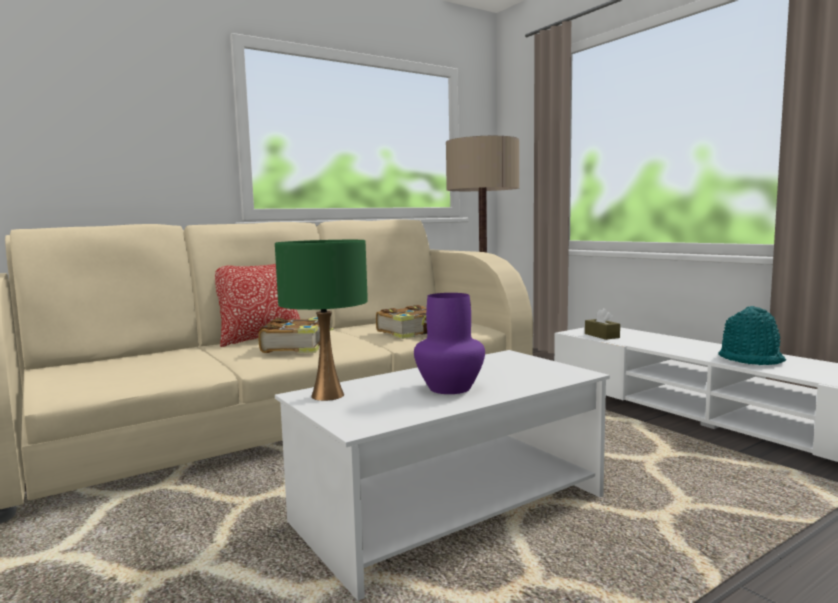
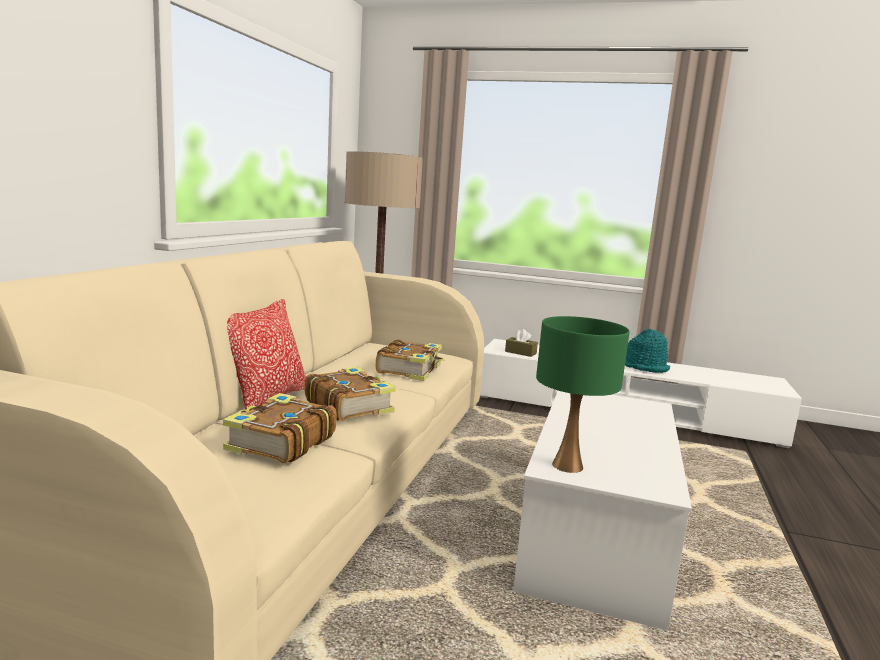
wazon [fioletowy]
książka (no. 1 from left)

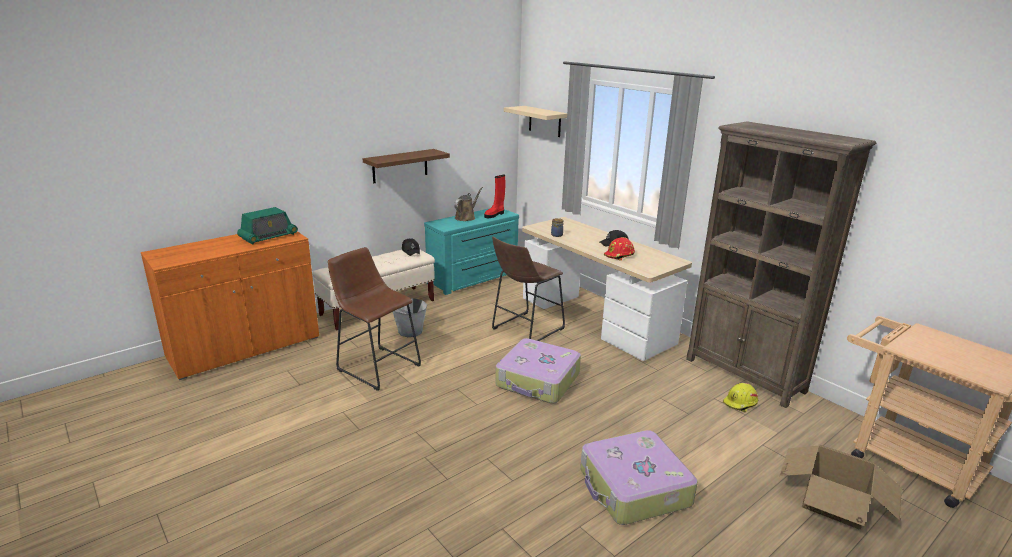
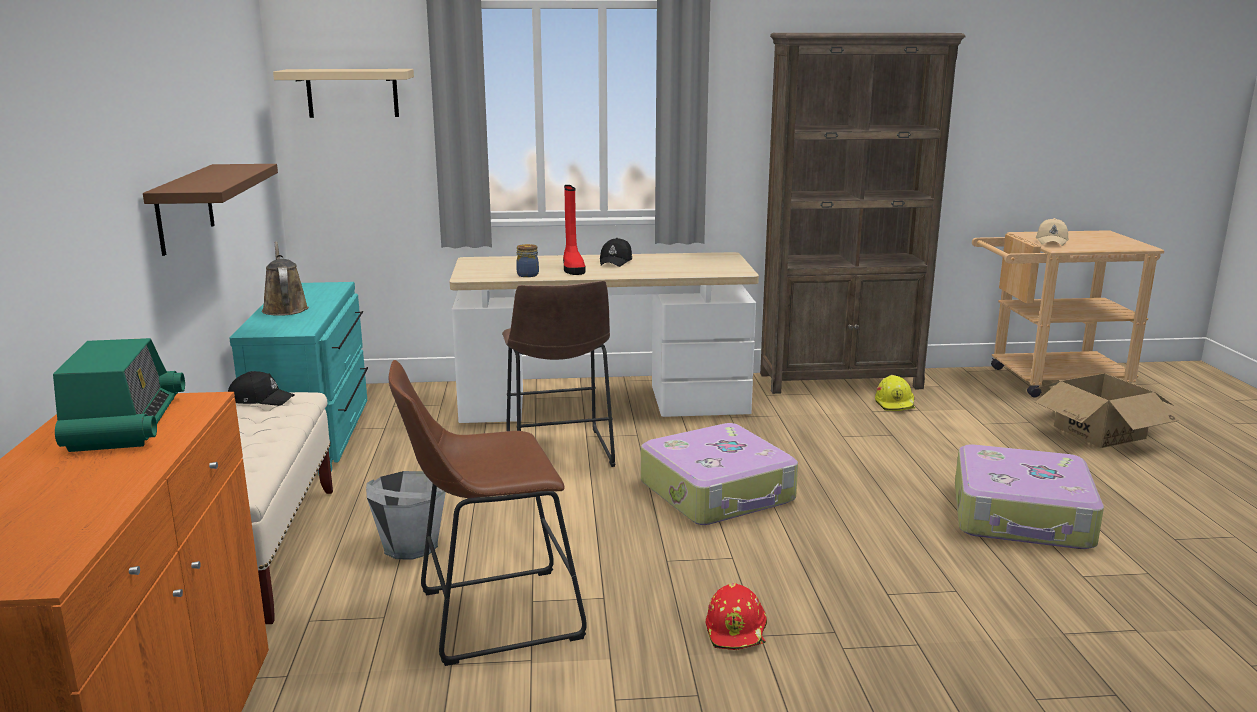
but z cholewką [czerwony]
kask [czerwony]
czapka z daszkiem [beżowy]

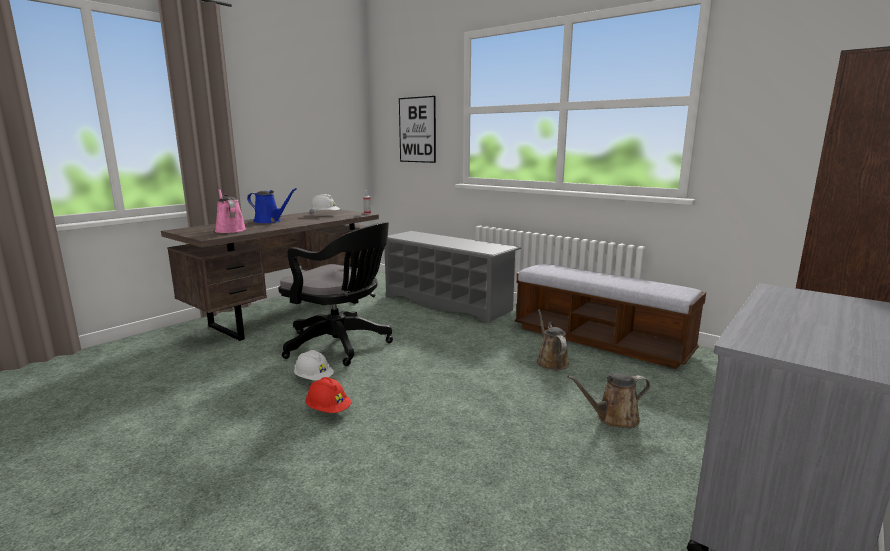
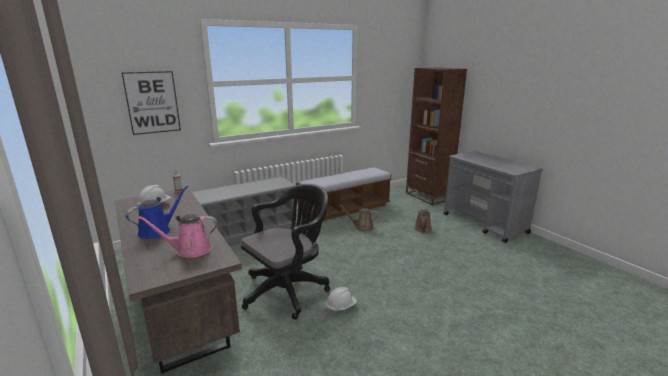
kask [czerwony]

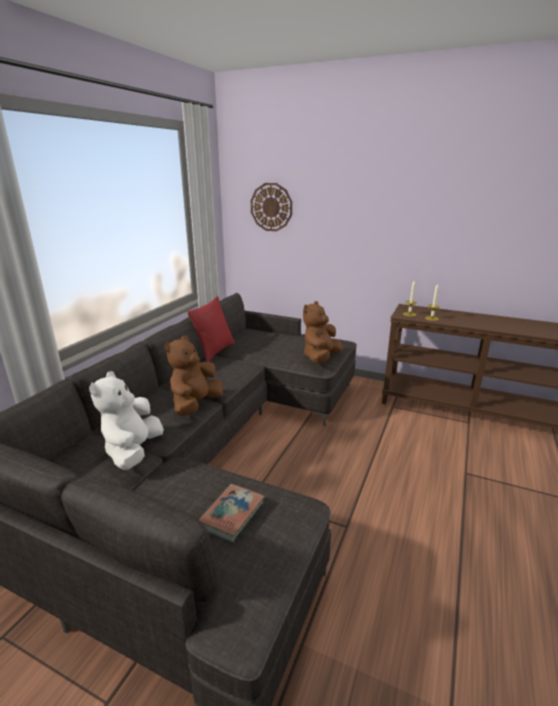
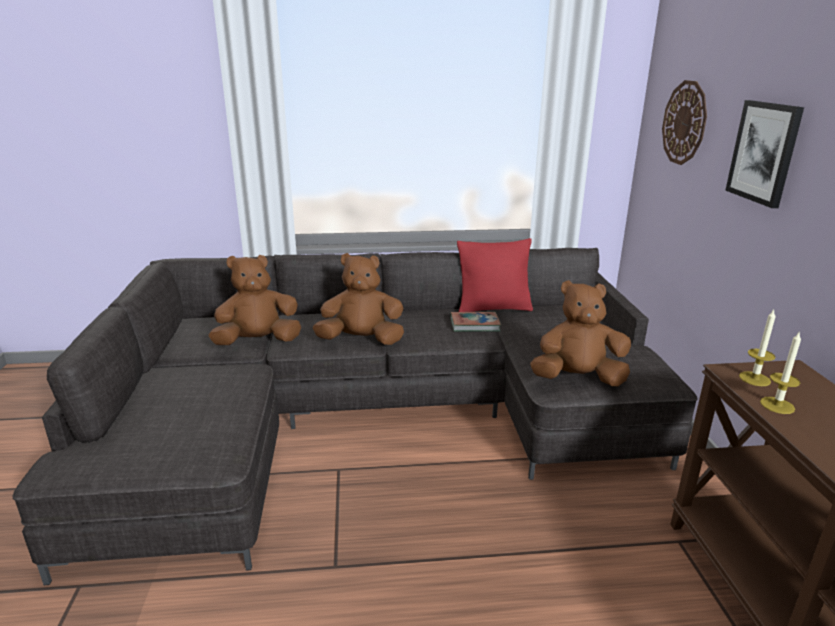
pluszak [brązowy] (no. 1 from left)
książka
obraz

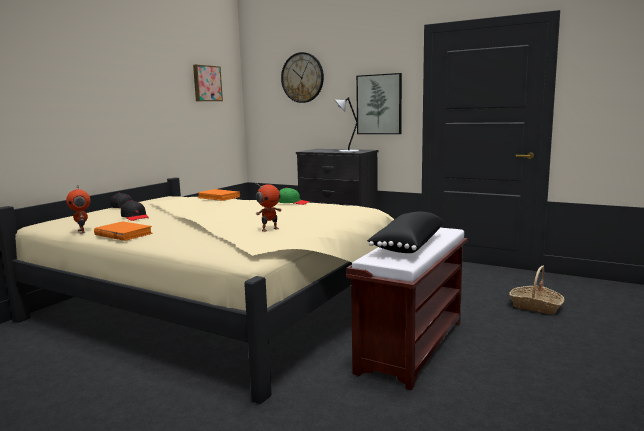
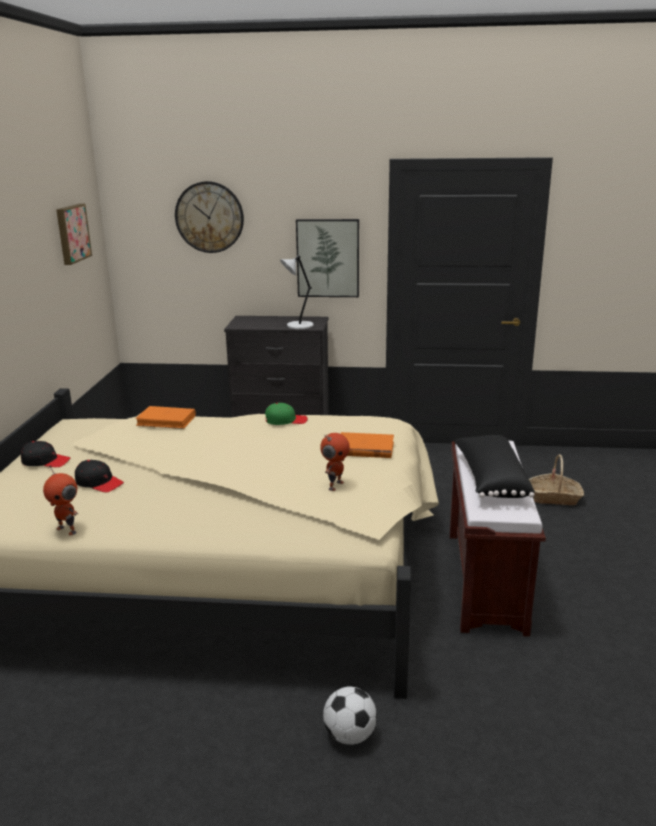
książka [pomarańczowy] (no. 2 from left)
piłka futbolowa

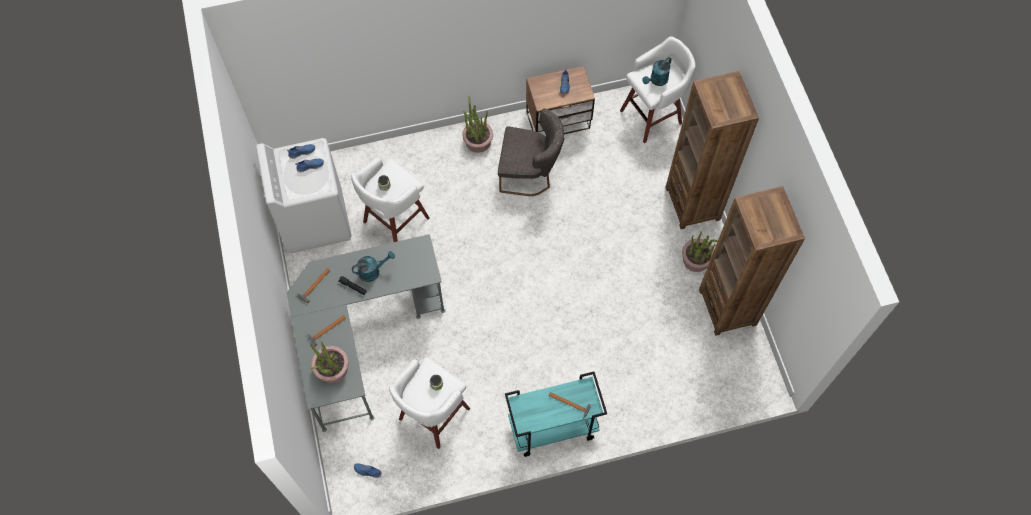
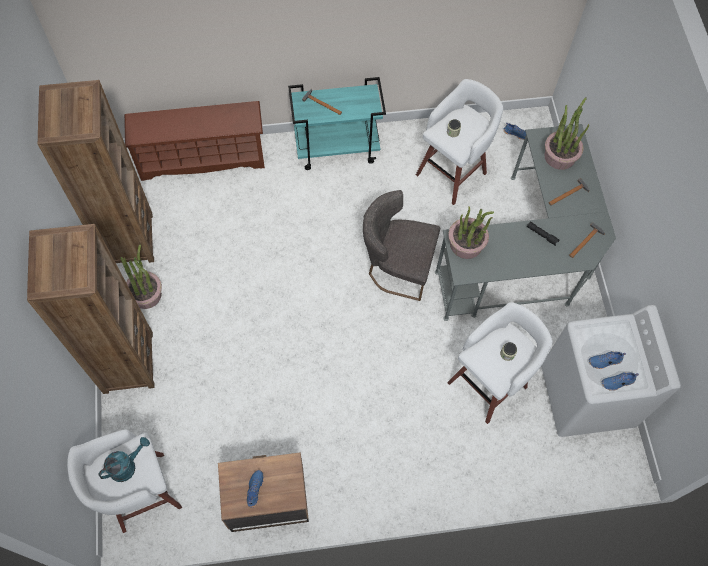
konewka [turkusowy] (no. 1 from left in the first image)
roślina doniczkowa (no. 2 from left)
krzesło [szary]
regał na buty [brązowy]

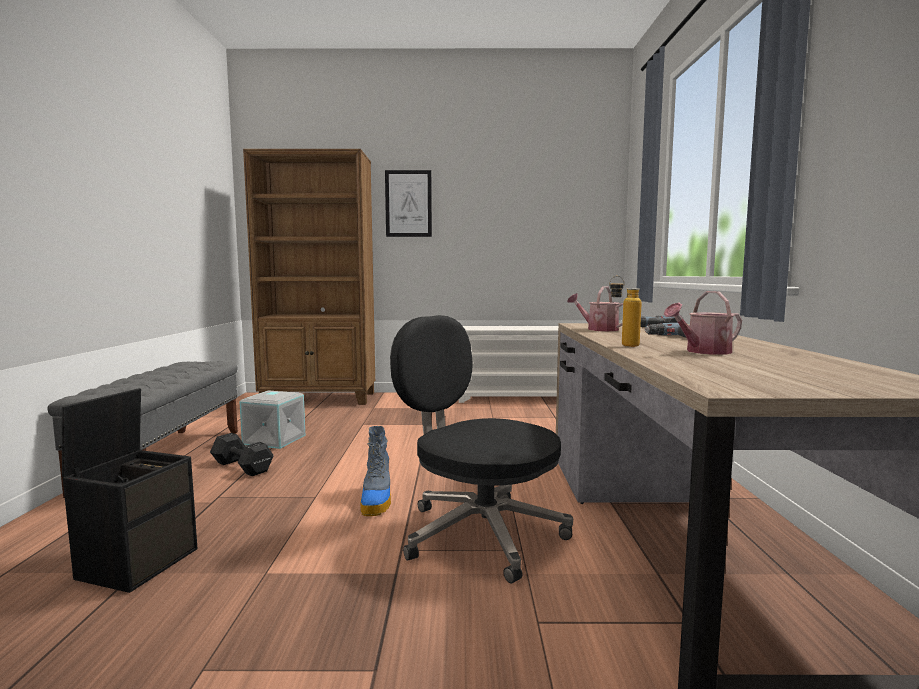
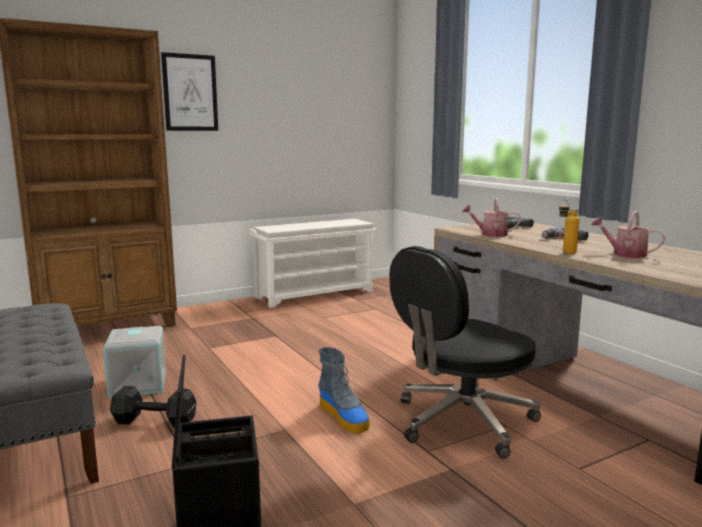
krzesło biurowe [czarny]
konewka (no. 2 from left)

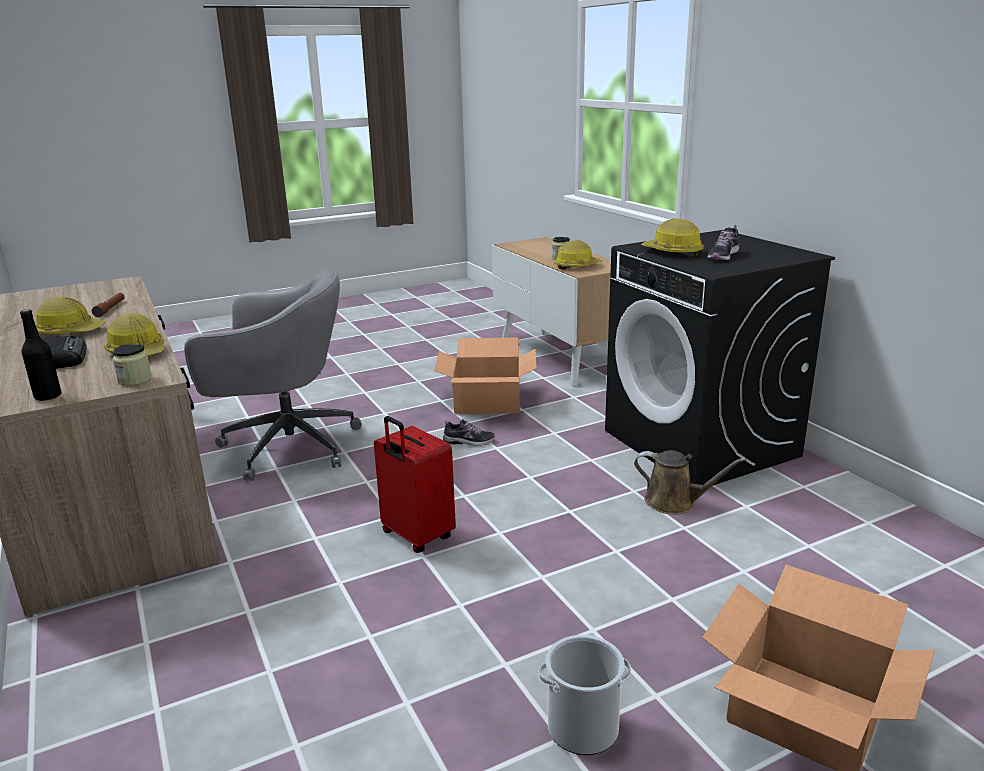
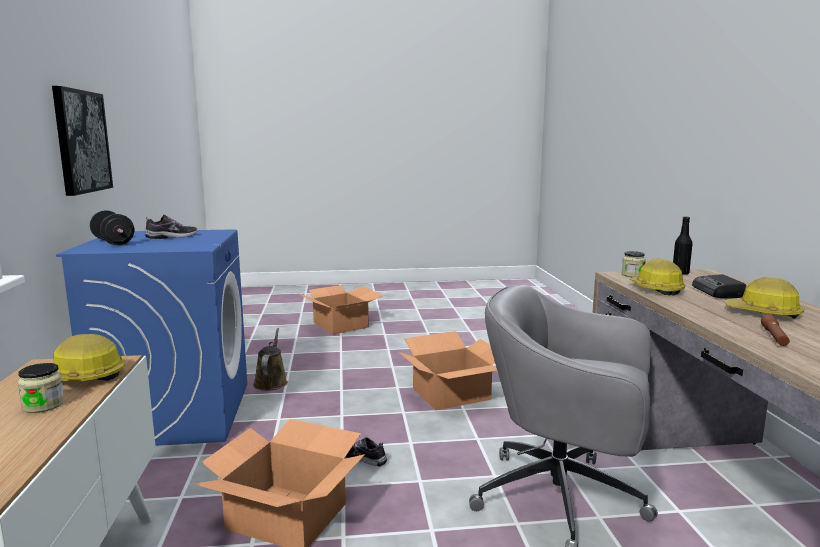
karton (no. 3 from left)
wiadro
pralka [niebieski]
konewka [brązowy]
kask (no. 4 from left in the first image)
obraz
hantel [czarny]

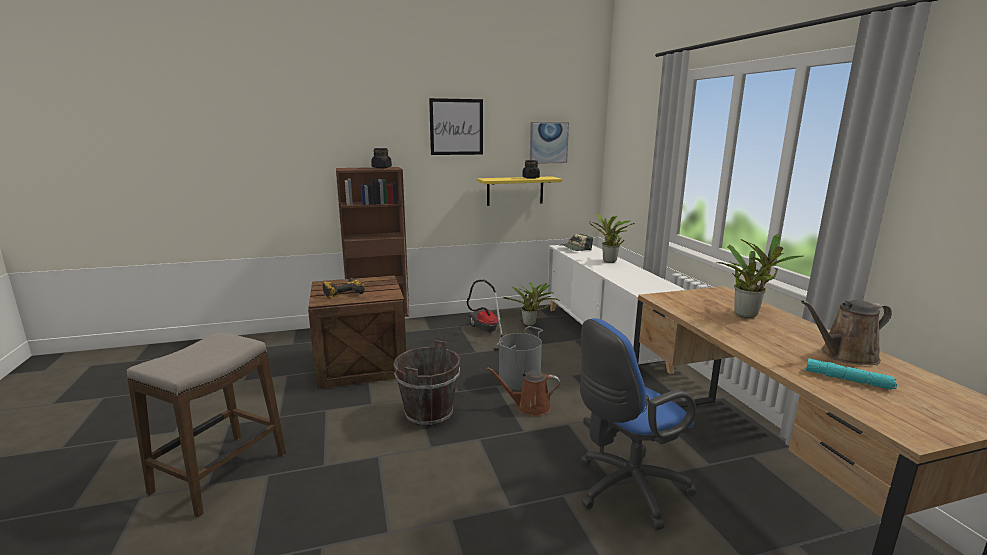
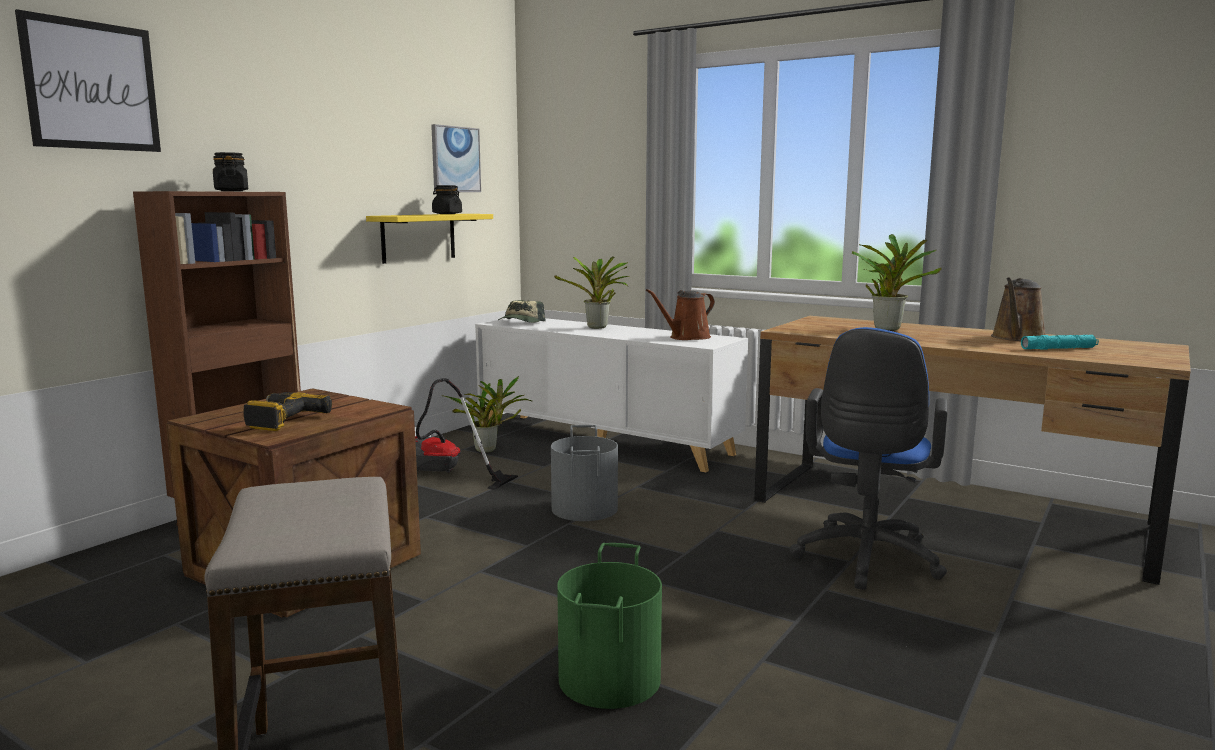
wiadro [brązowy]
obraz (no. 1 from left)
konewka [brązowy] (no. 1 from left)
wiadro [zielony]

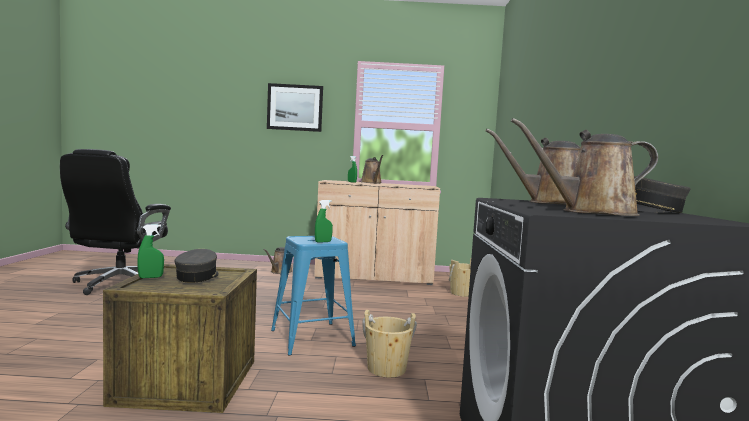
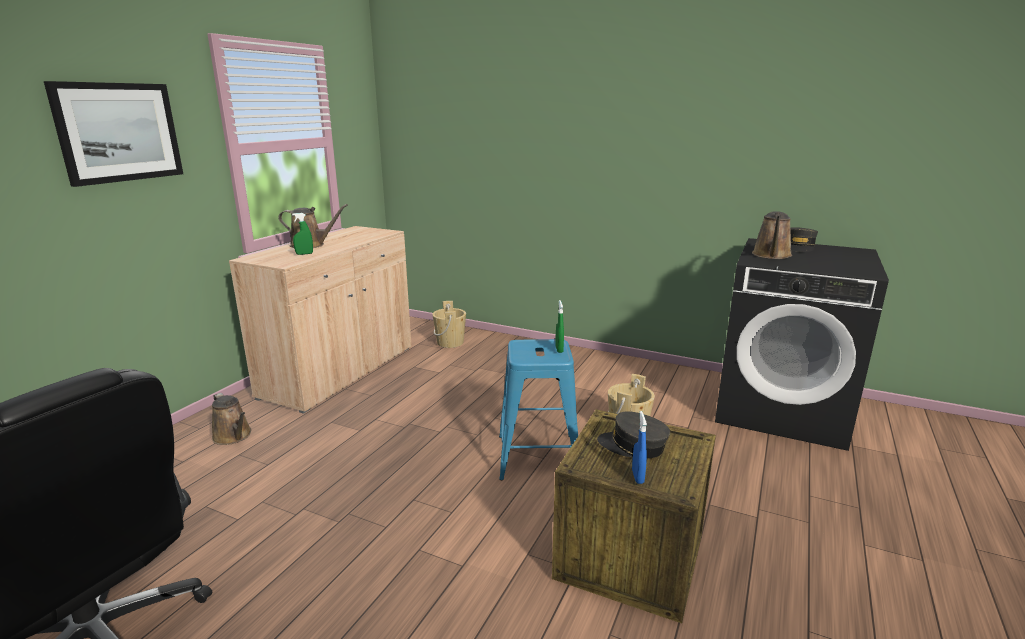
spryskiwacz [niebieski]
konewka [brązowy] (no. 4 from left in the first image)

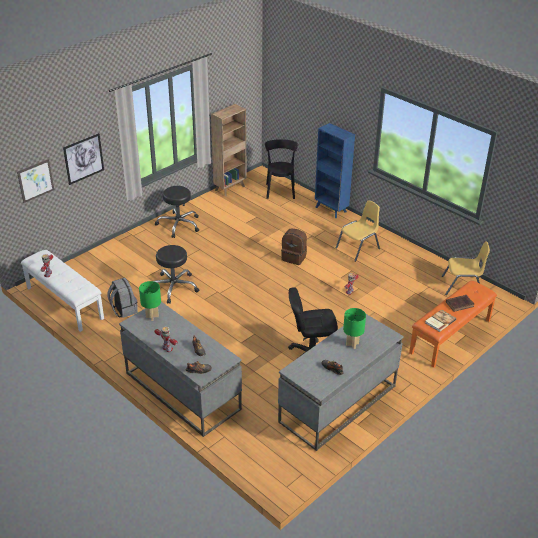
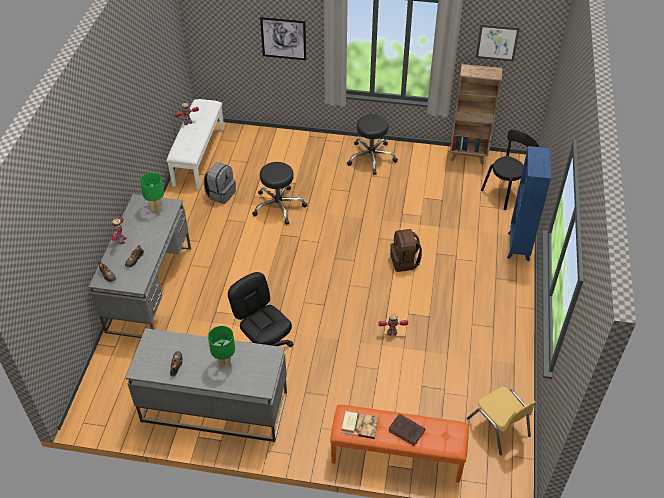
obraz (no. 2 from left)
krzesło [żółty] (no. 1 from left in the first image)

